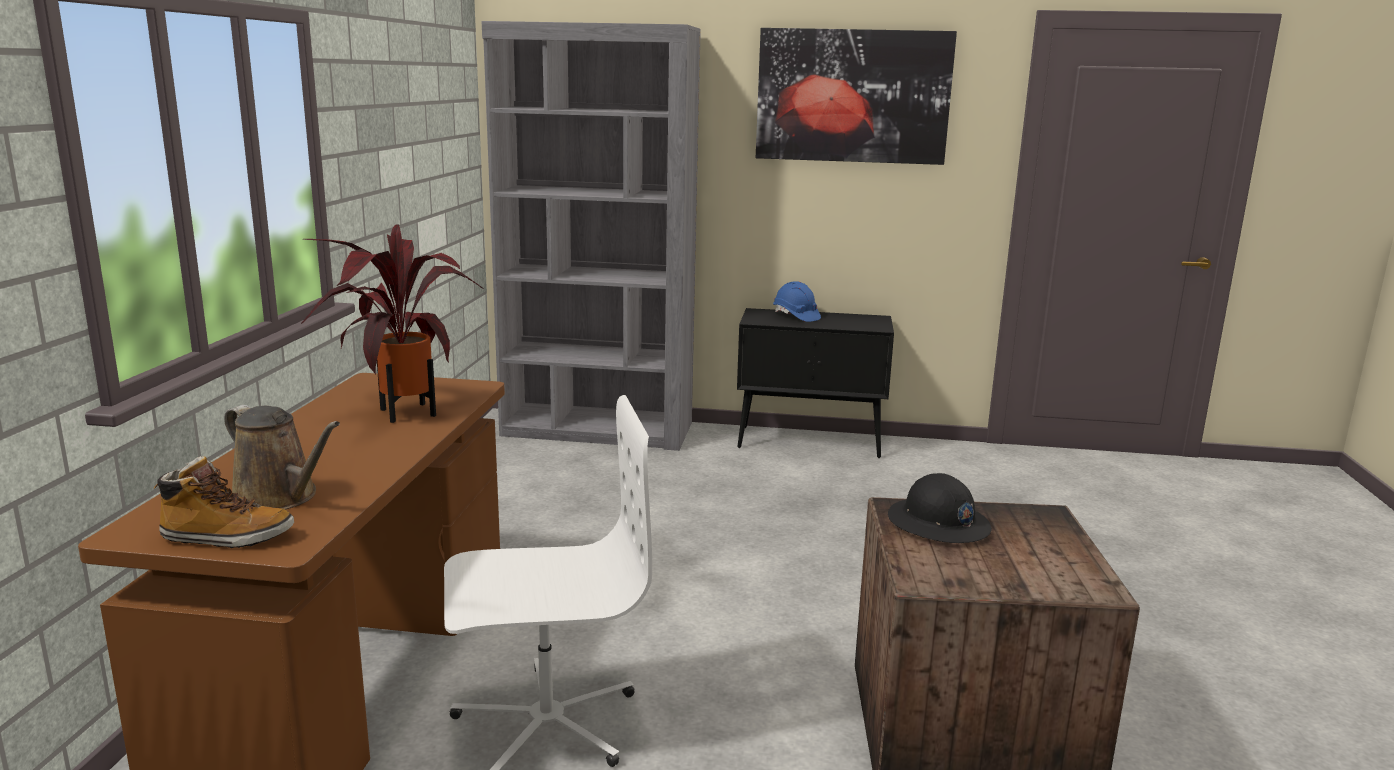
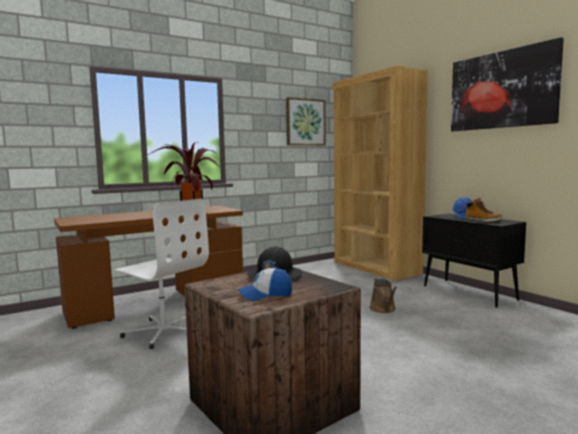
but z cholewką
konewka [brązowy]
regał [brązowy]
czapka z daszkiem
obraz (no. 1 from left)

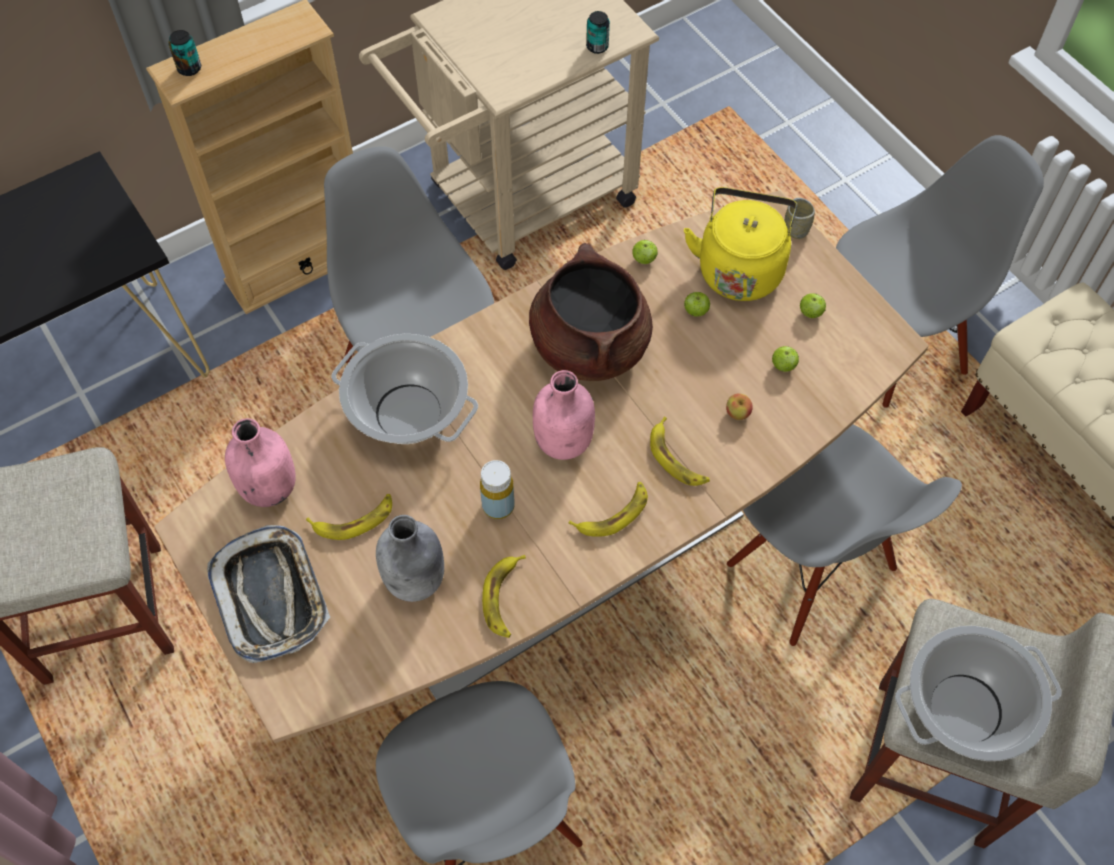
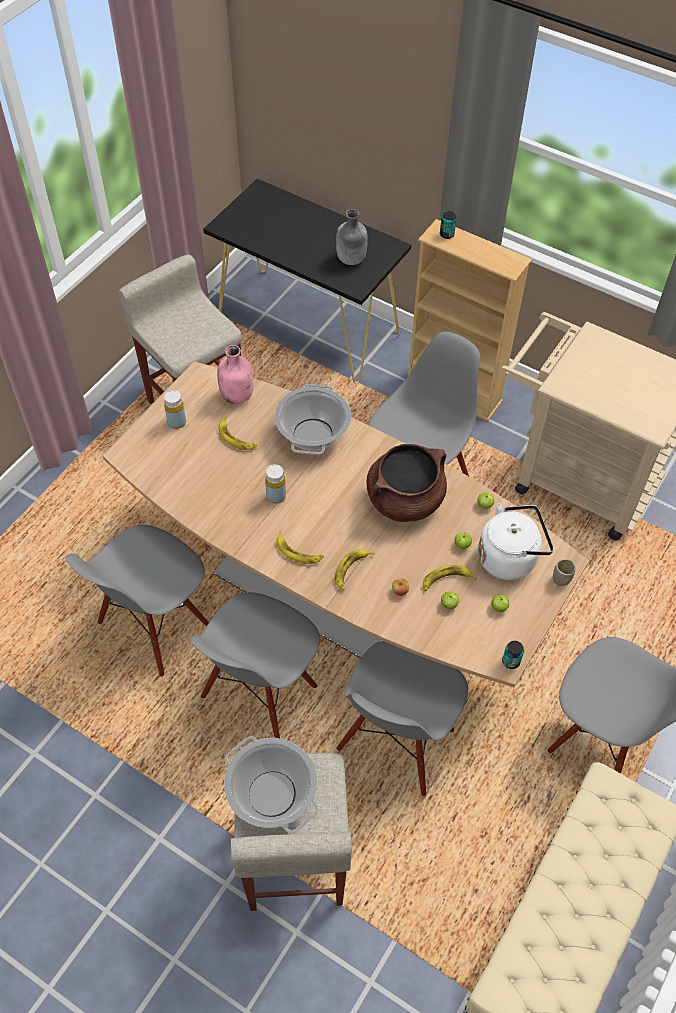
butelka [żółty] (no. 1 from left)
butelka [szary]
banan (no. 4 from left)
butelka [różowy] (no. 2 from left in the first image)
puszka (no. 2 from left)
czajnik [biały]
krzesło [szary] (no. 2 from left)

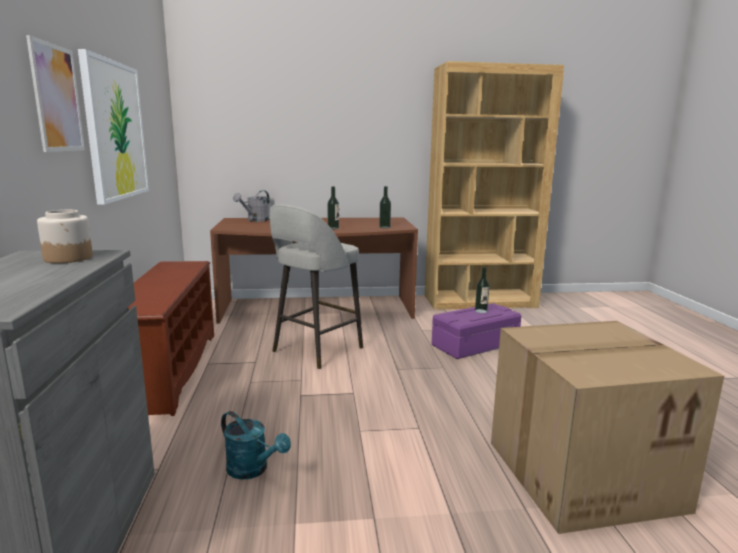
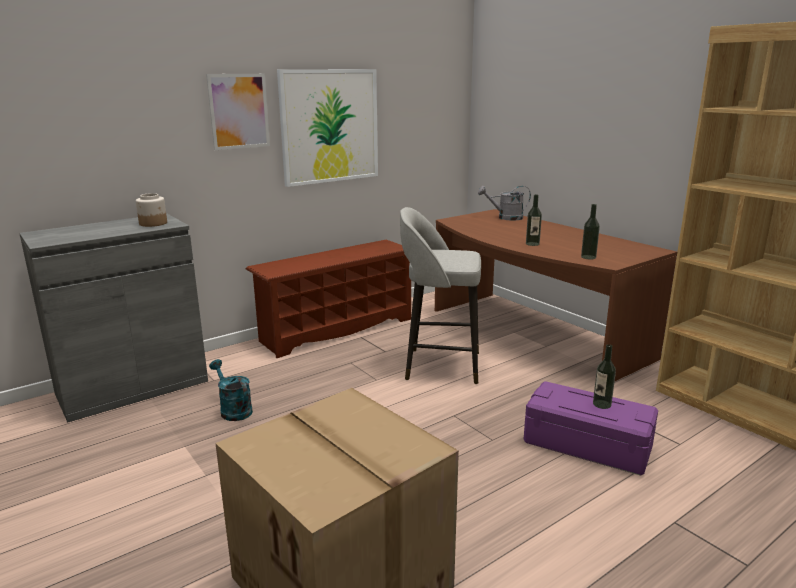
konewka [turkusowy]

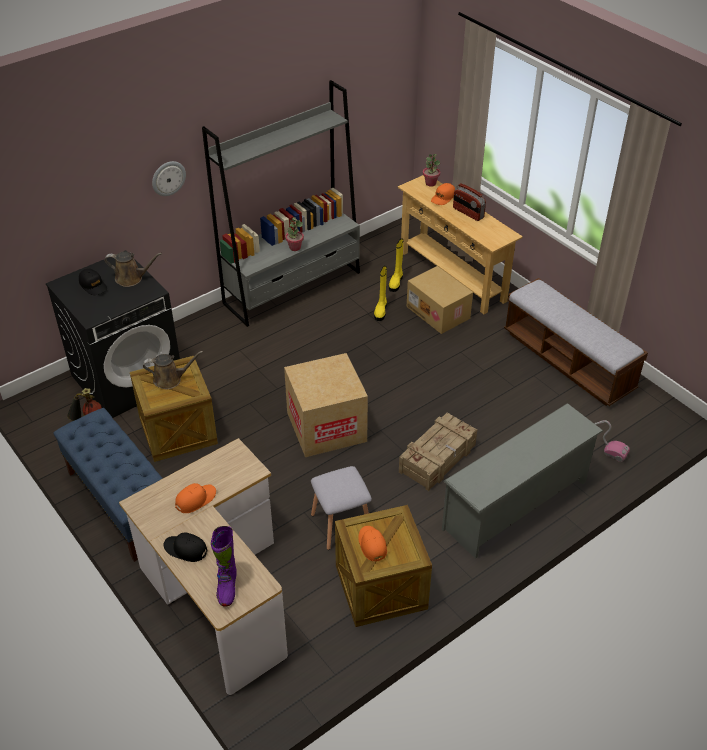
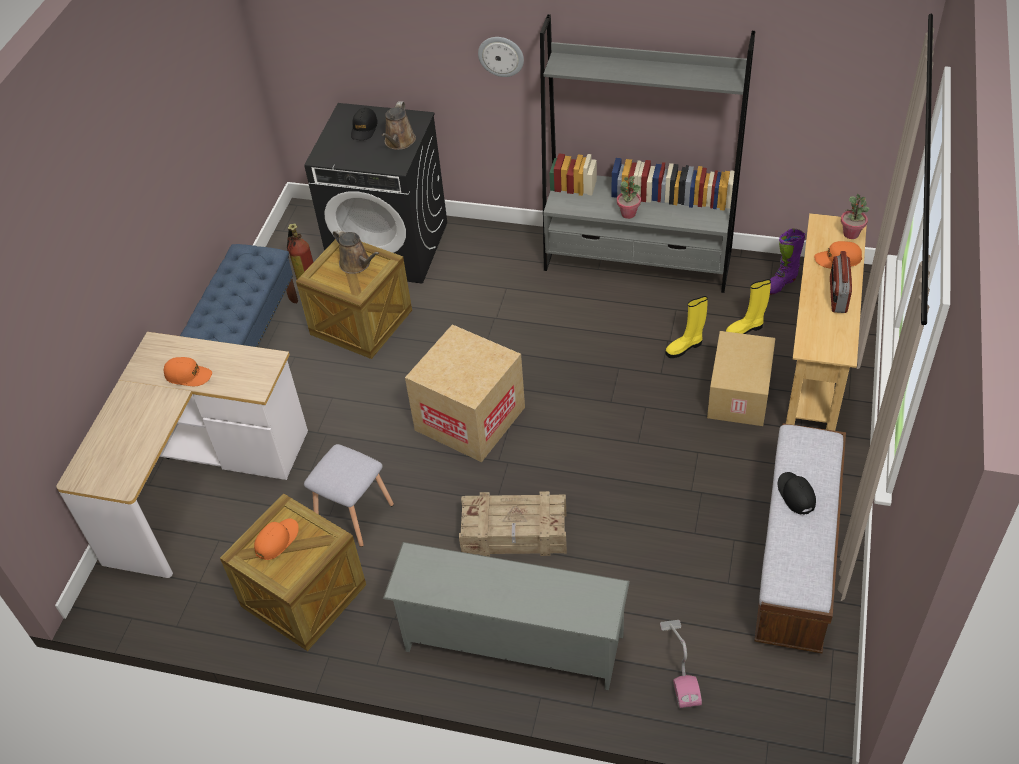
konewka [brązowy] (no. 2 from left)
czapka z daszkiem [czarny] (no. 2 from left)
but z cholewką [fioletowy]

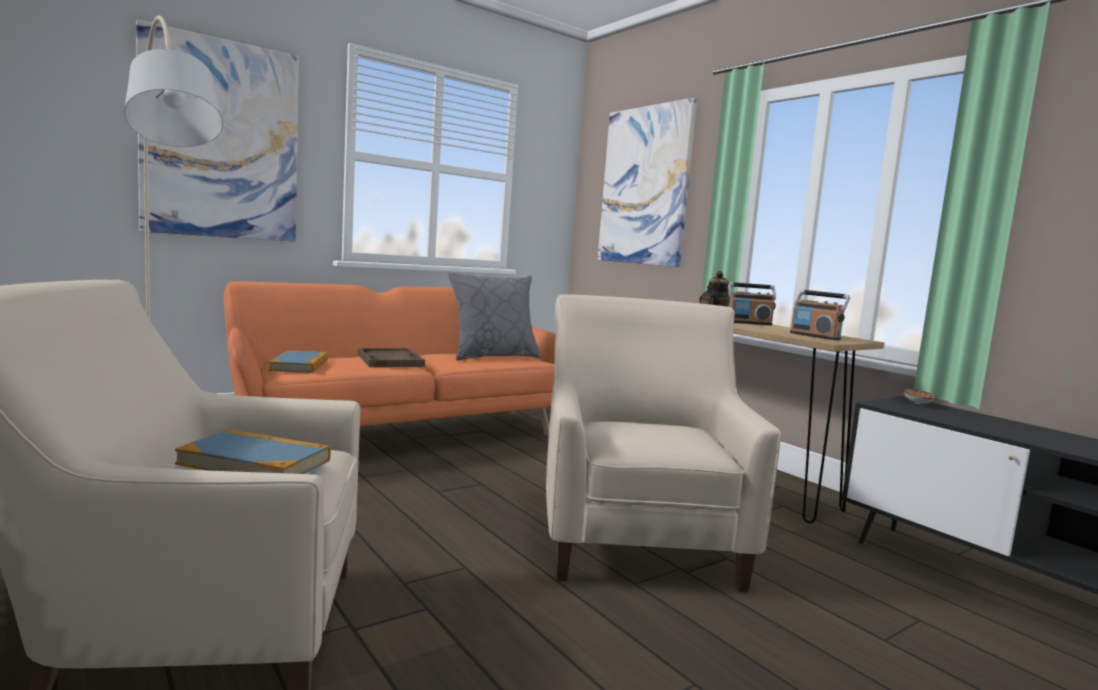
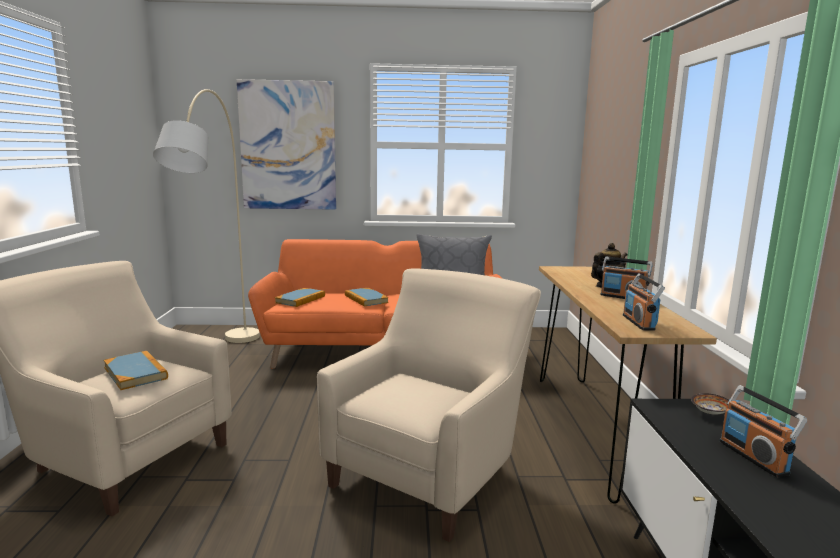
książka (no. 3 from left)
obraz (no. 2 from left in the first image)
radio (no. 3 from left)

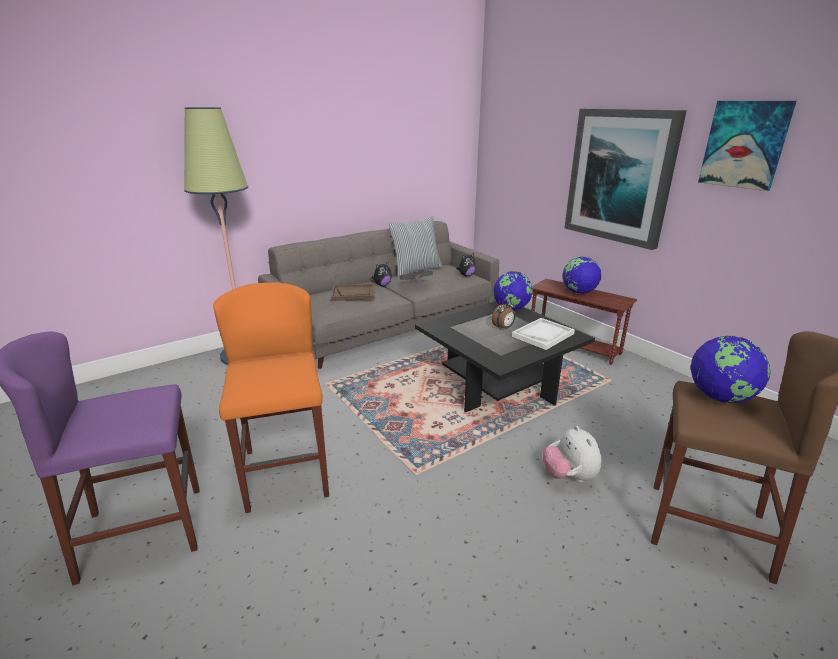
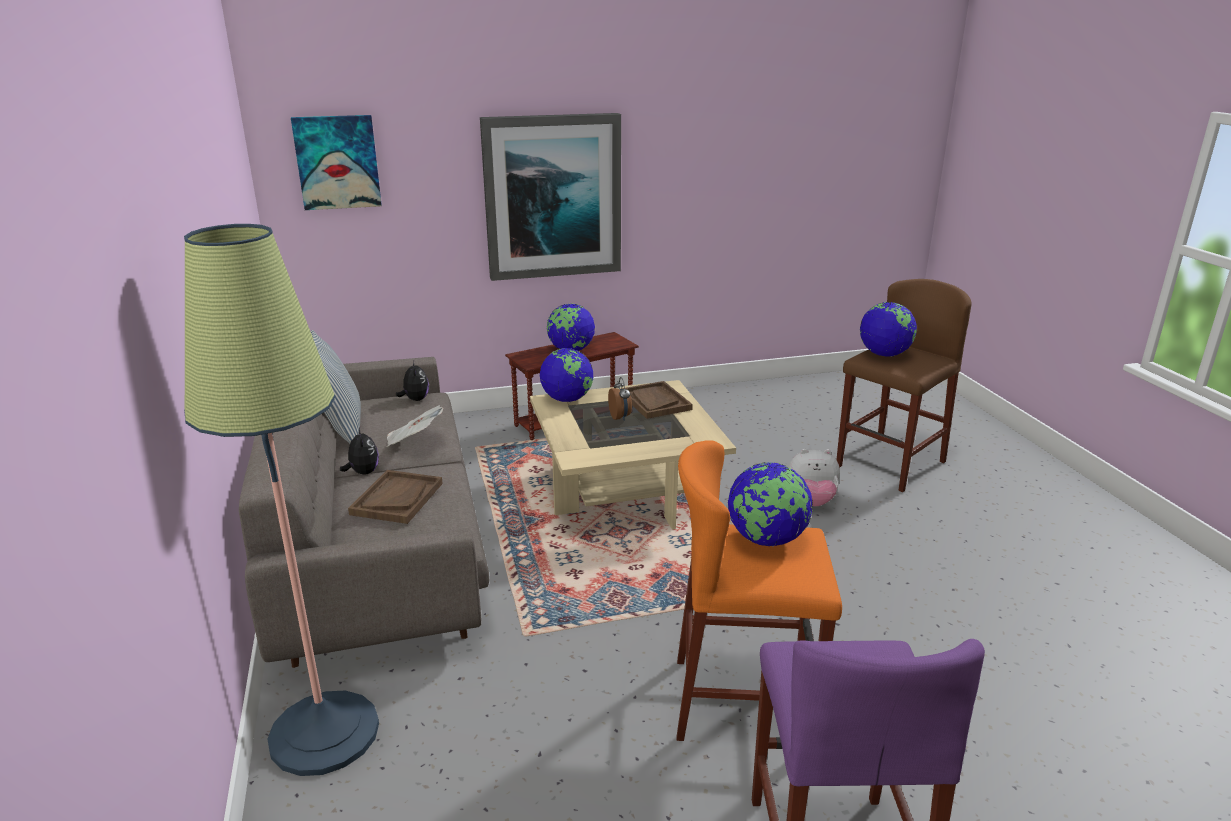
ława [beżowy]
taca [brązowy] (no. 2 from left)
obraz (no. 1 from left)
globus (no. 3 from left)

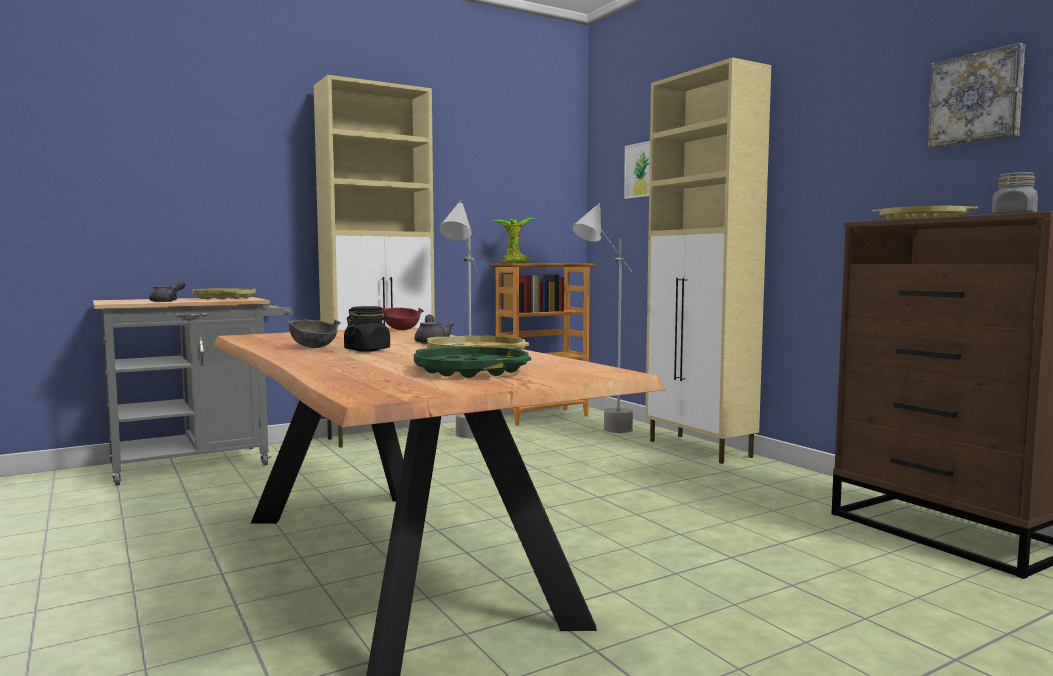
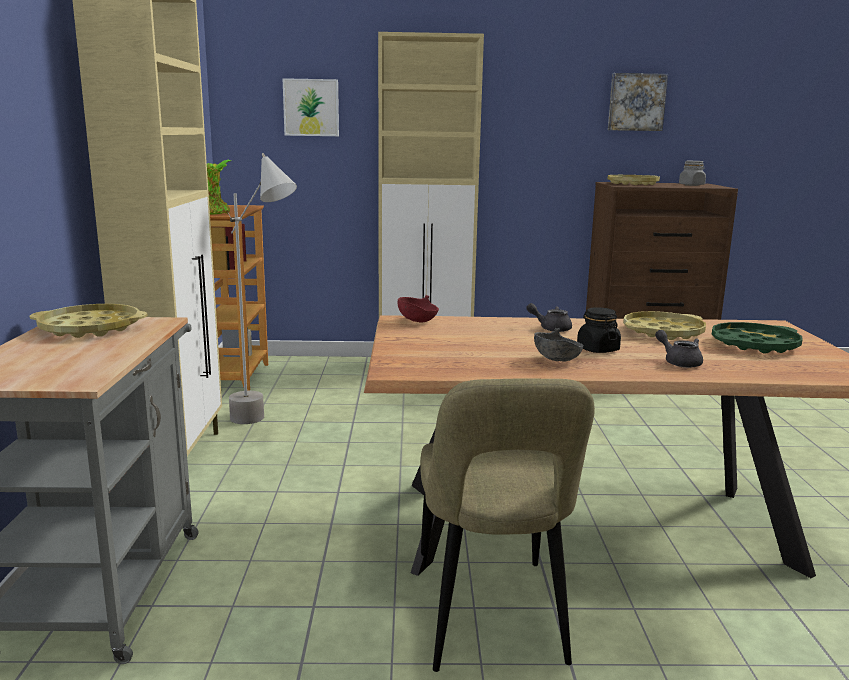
imbryk [szary] (no. 2 from left)
lampa stojąca [szary] (no. 2 from left in the first image)
krzesło [beżowy]

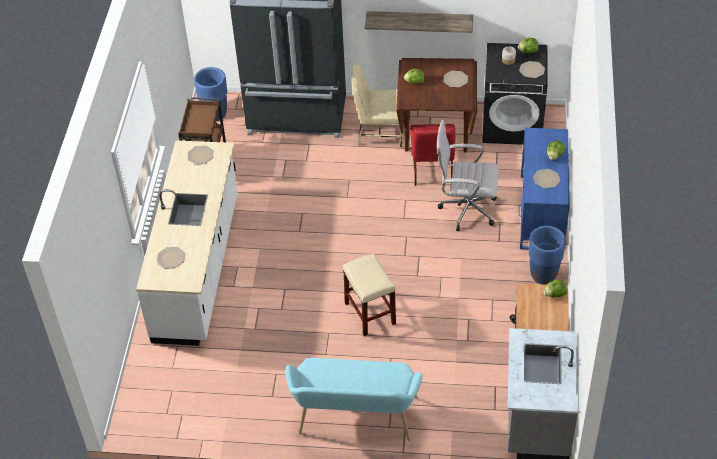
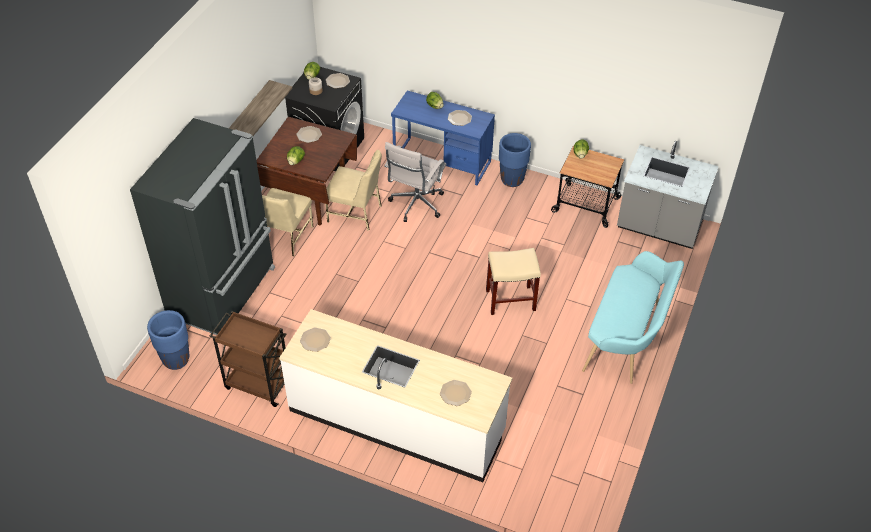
krzesło [beżowy] (no. 2 from left)

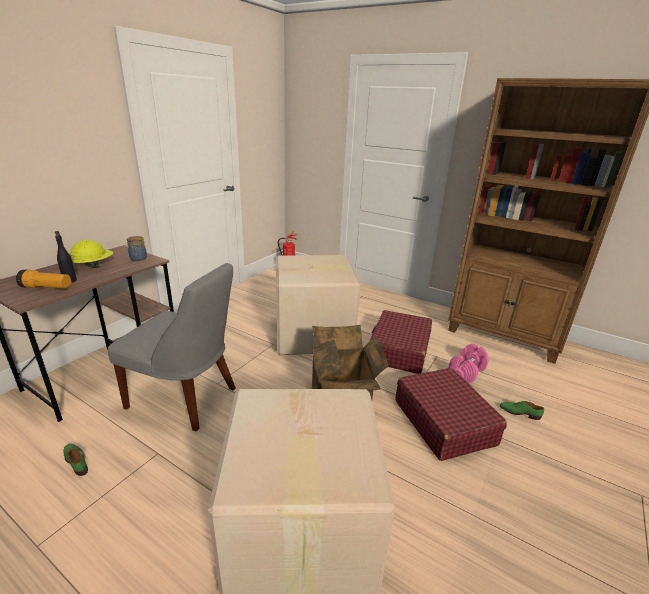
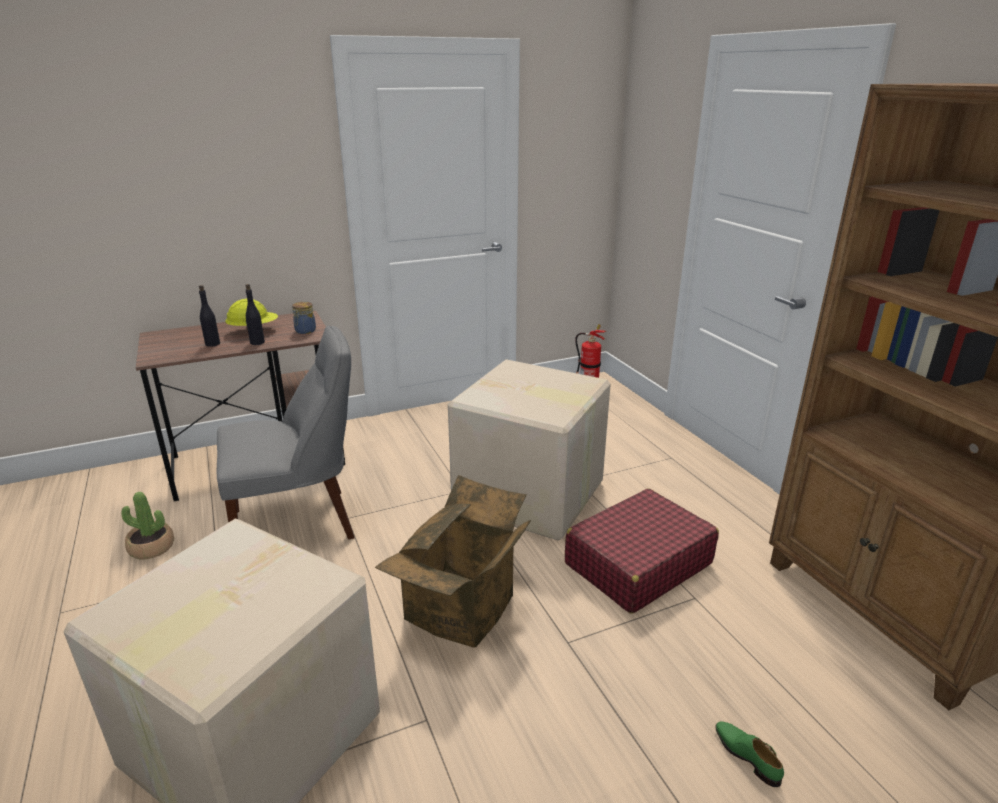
latarka
roślina doniczkowa
krzesło [szary]
walizka [czerwony] (no. 2 from left in the first image)
hantel [różowy]
butelka [czarny] (no. 2 from left)

